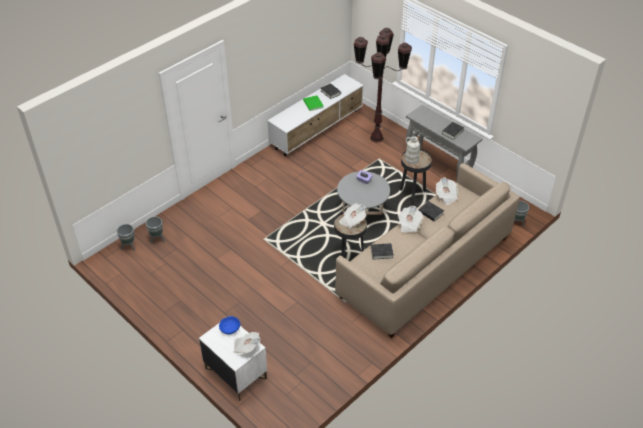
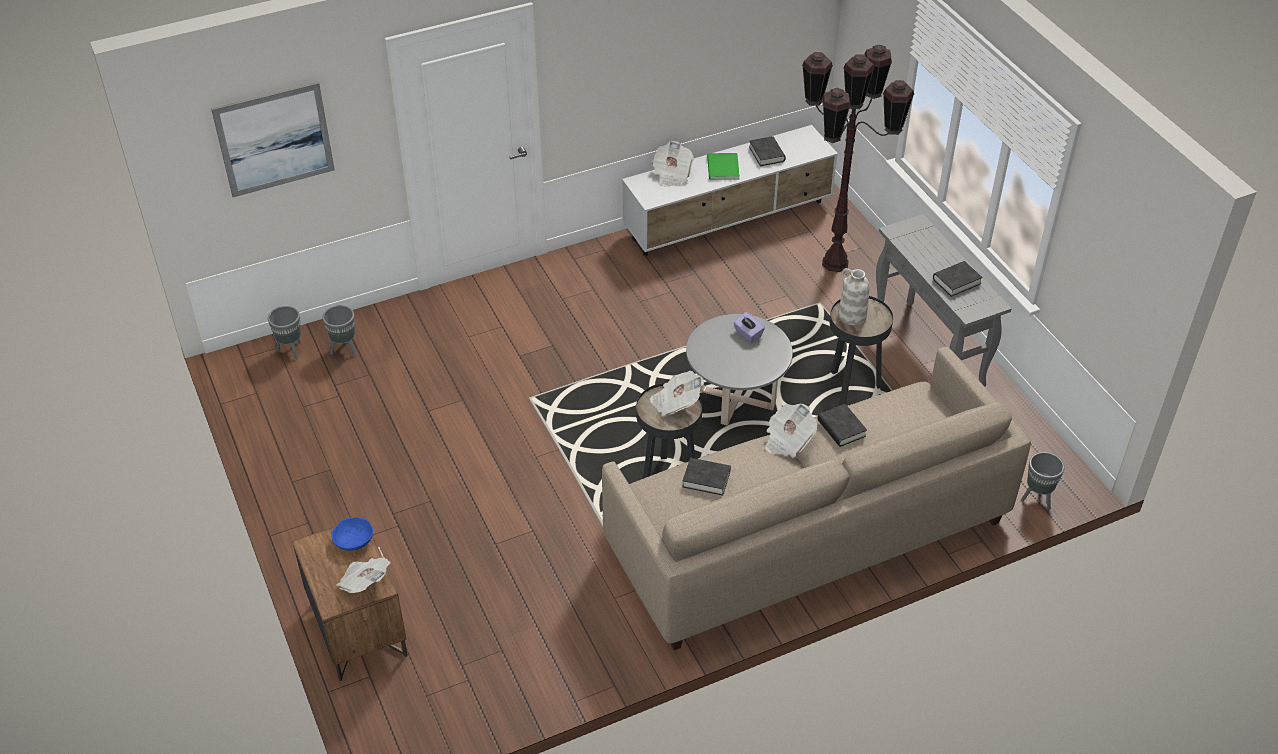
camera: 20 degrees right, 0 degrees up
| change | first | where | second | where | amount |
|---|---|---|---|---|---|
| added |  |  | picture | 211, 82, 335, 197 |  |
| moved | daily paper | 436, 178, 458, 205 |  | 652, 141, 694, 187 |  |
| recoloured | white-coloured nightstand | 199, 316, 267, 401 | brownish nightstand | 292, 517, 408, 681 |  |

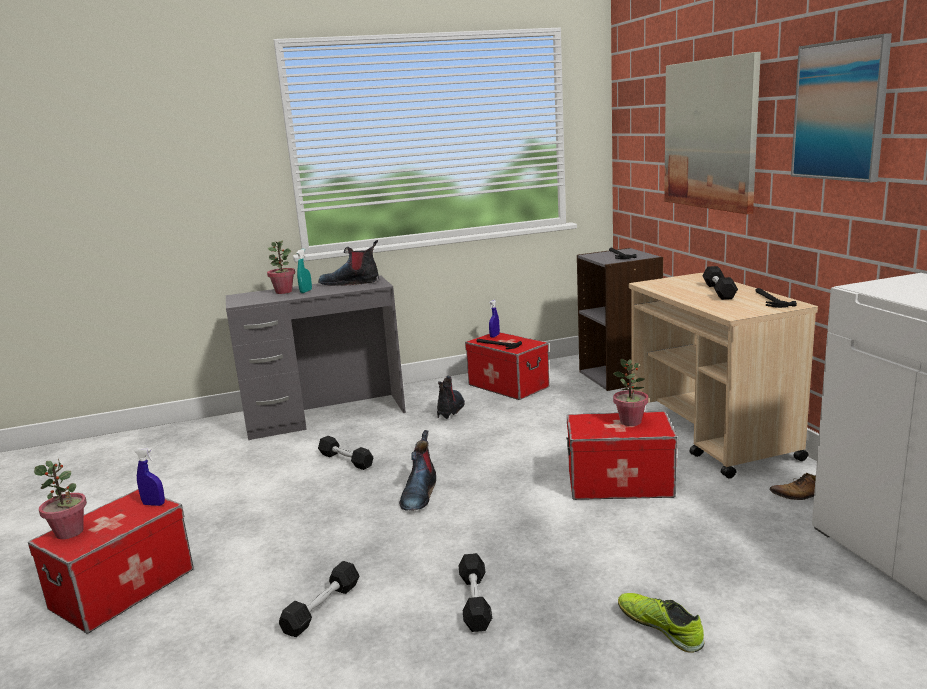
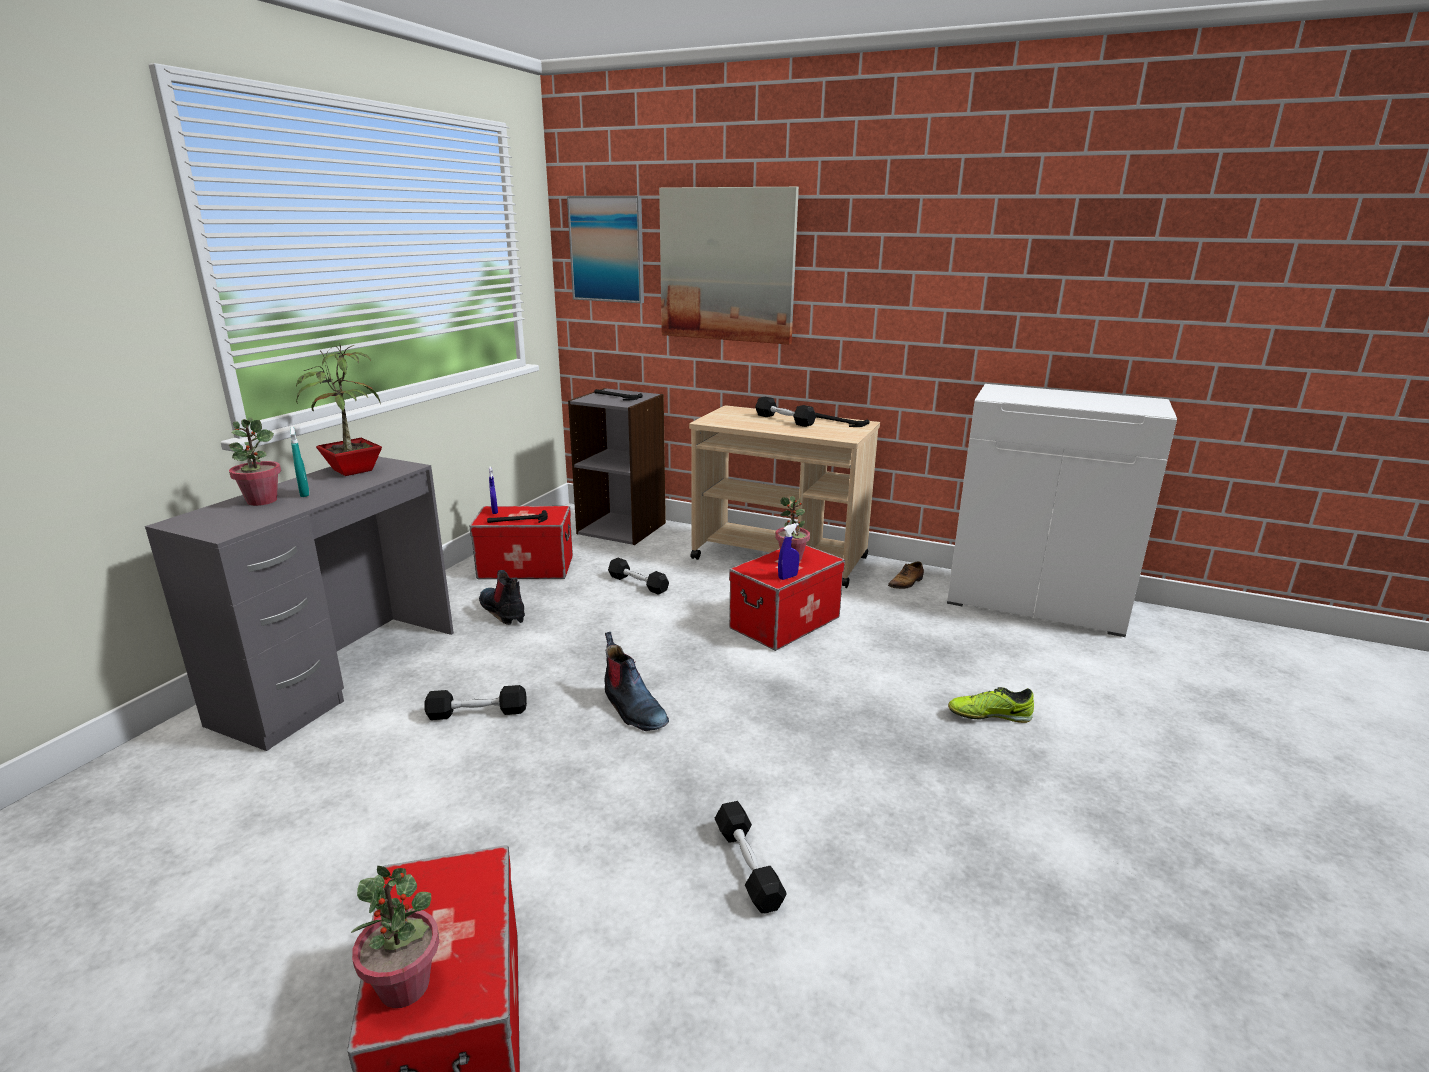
camera: 50 degrees left, 5 degrees up
| change | first | where | second | where | amount |
|---|---|---|---|---|---|
| moved | blue-coloured sprayer | 135, 448, 165, 506 |  | 778, 523, 799, 580 |  |
| moved | black free weight | 459, 553, 492, 632 |  | 608, 558, 669, 595 |  |
| moved | picture | 791, 33, 892, 183 |  | 567, 196, 644, 303 |  |
| replaced | high-top boot | 318, 240, 379, 286 | potted plant | 296, 343, 382, 476 |  |

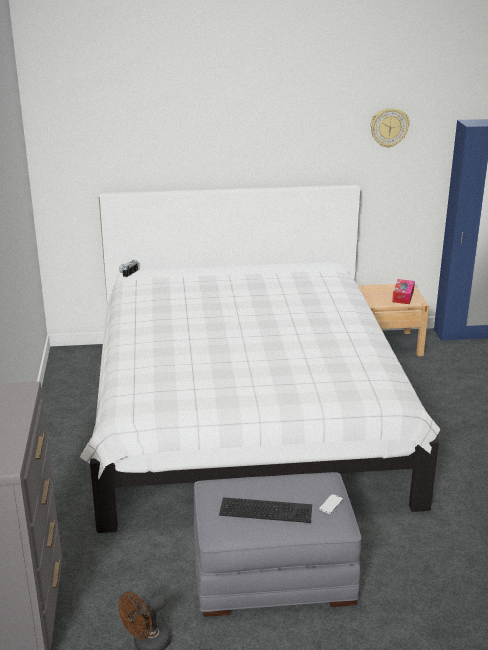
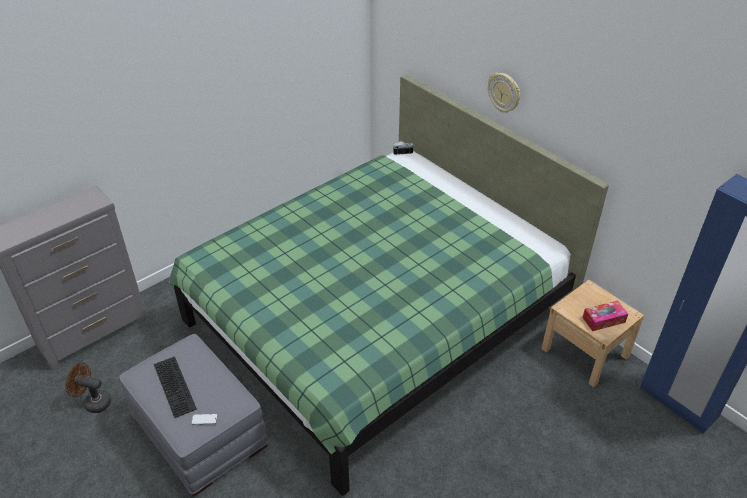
camera: 55 degrees right, 15 degrees up
| change | first | where | second | where | amount |
|---|---|---|---|---|---|
| moved | hanging clock | 370, 108, 409, 148 |  | 488, 73, 520, 113 |  |
| recoloured | white-coloured sleeping bed | 80, 185, 441, 533 | green-coloured sleeping bed | 168, 74, 609, 496 |  |

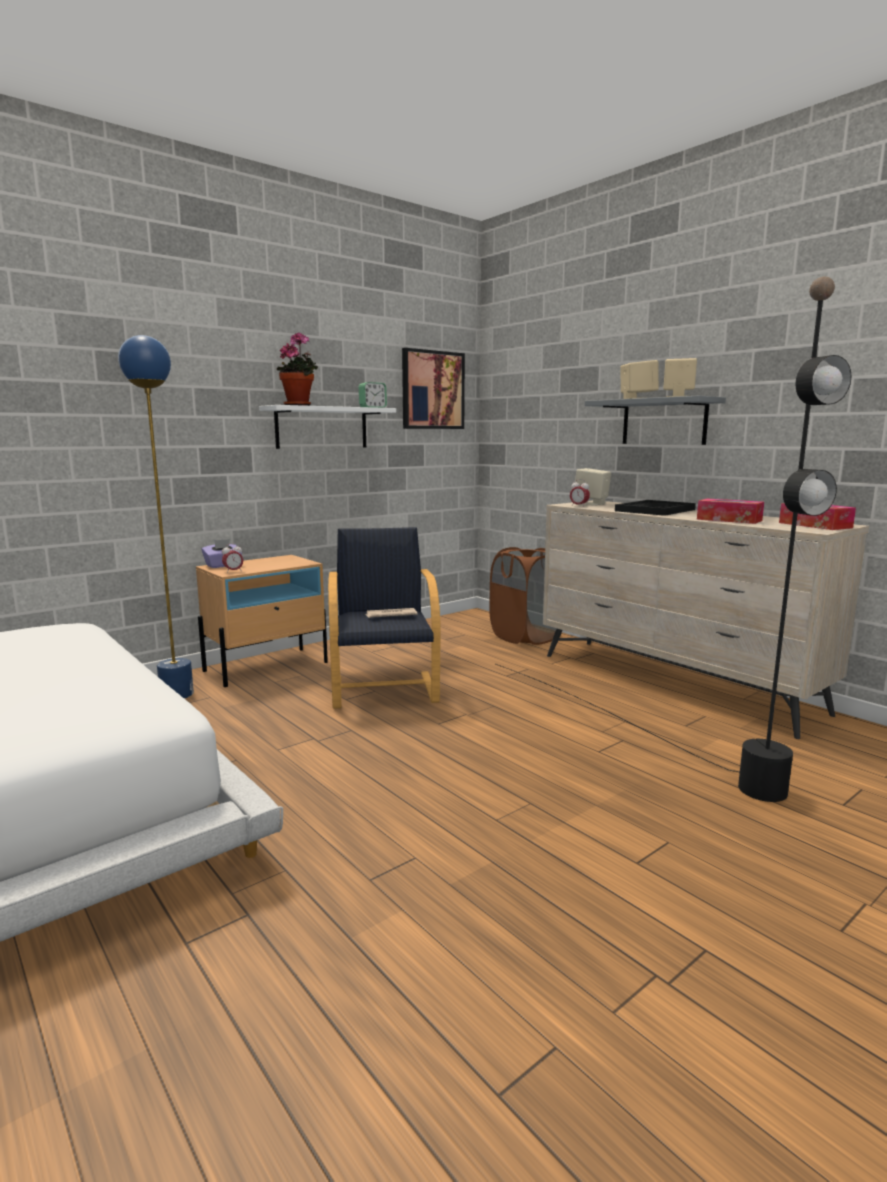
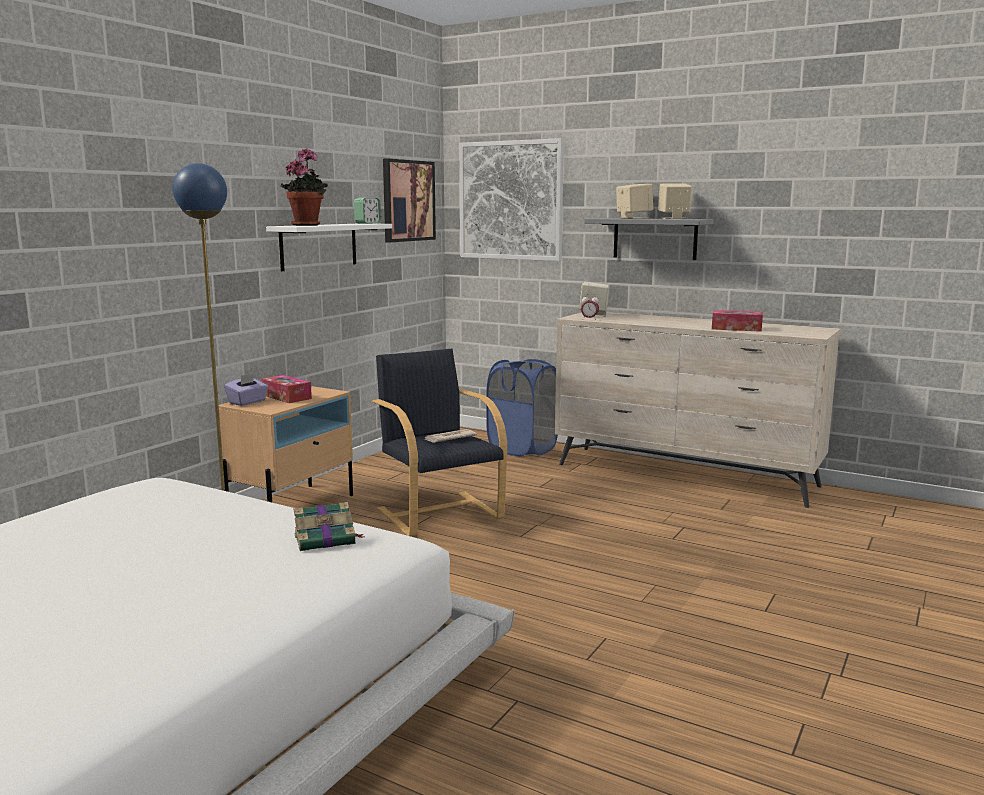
camera: 20 degrees left, 0 degrees up
| change | first | where | second | where | amount |
|---|---|---|---|---|---|
| removed | table clock | 222, 543, 243, 573 |  |  |  |
| removed | black floor lamp | 496, 276, 851, 802 |  |  |  |
| removed | black tray | 615, 500, 696, 516 |  |  |  |
| added |  |  | bound book | 294, 502, 364, 551 |  |
| added |  |  | picture | 459, 138, 564, 261 |  |
| moved | tissue box | 779, 503, 856, 530 |  | 261, 375, 312, 403 |  |
| recoloured | brownish washing basket | 489, 547, 557, 645 | blue-coloured washing basket | 486, 359, 558, 456 |  |

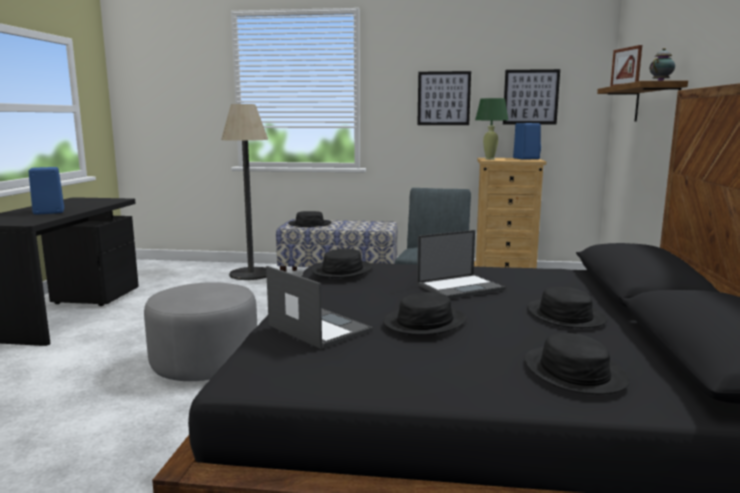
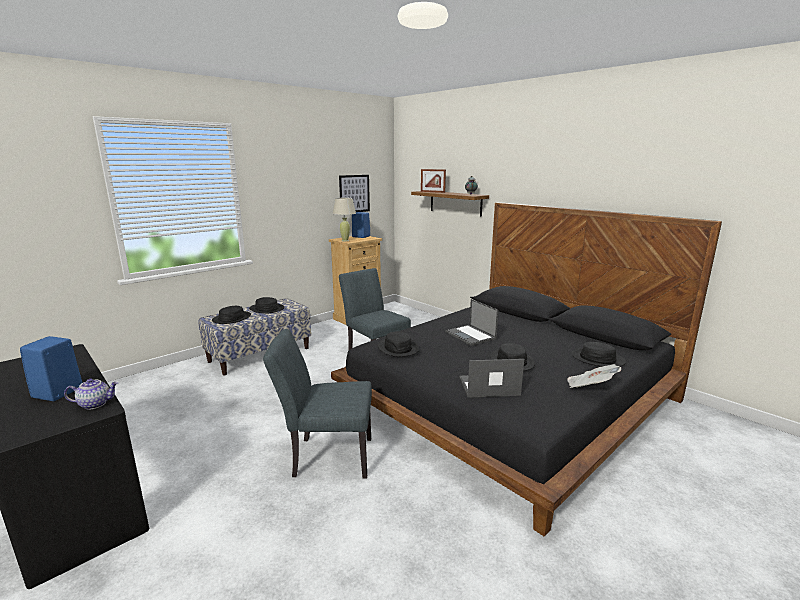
camera: 50 degrees left, 5 degrees up
| change | first | where | second | where | amount |
|---|---|---|---|---|---|
| removed | floor lamp | 221, 104, 268, 280 |  |  |  |
| removed | picture | 417, 71, 471, 125 |  |  |  |
| added |  |  | tea pot | 64, 378, 118, 410 |  |
| added |  |  | daily paper | 567, 364, 621, 388 |  |
| moved | black wearable hat | 527, 287, 607, 328 |  | 249, 297, 284, 313 |  |
| replaced | gray ottoman | 144, 282, 257, 381 | gray plain chair | 263, 329, 372, 479 |  |
| recoloured | green-coloured table lamp | 475, 98, 508, 160 | beige-coloured table lamp | 333, 198, 356, 241 |  |
| turned | notebook computer | 417, 230, 505, 299 |  | 445, 299, 499, 346 | 135 degrees clockwise |

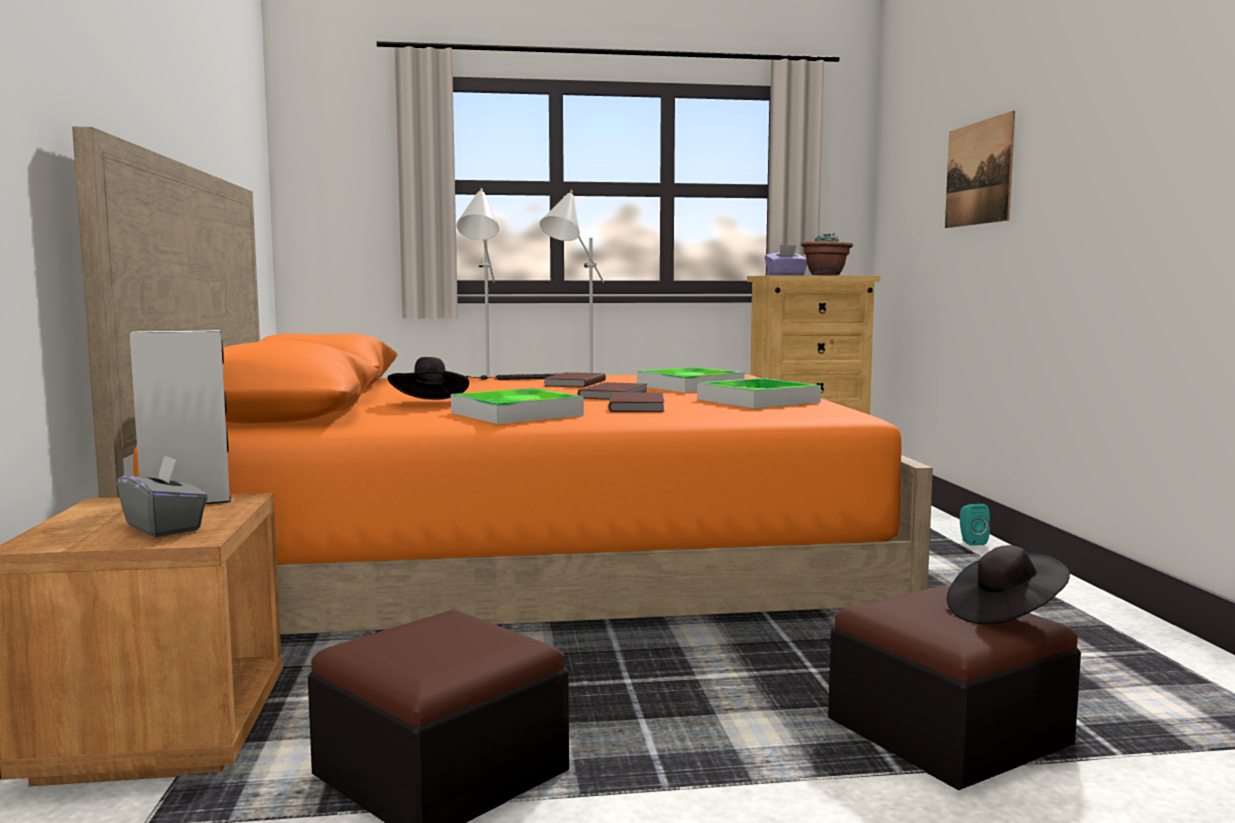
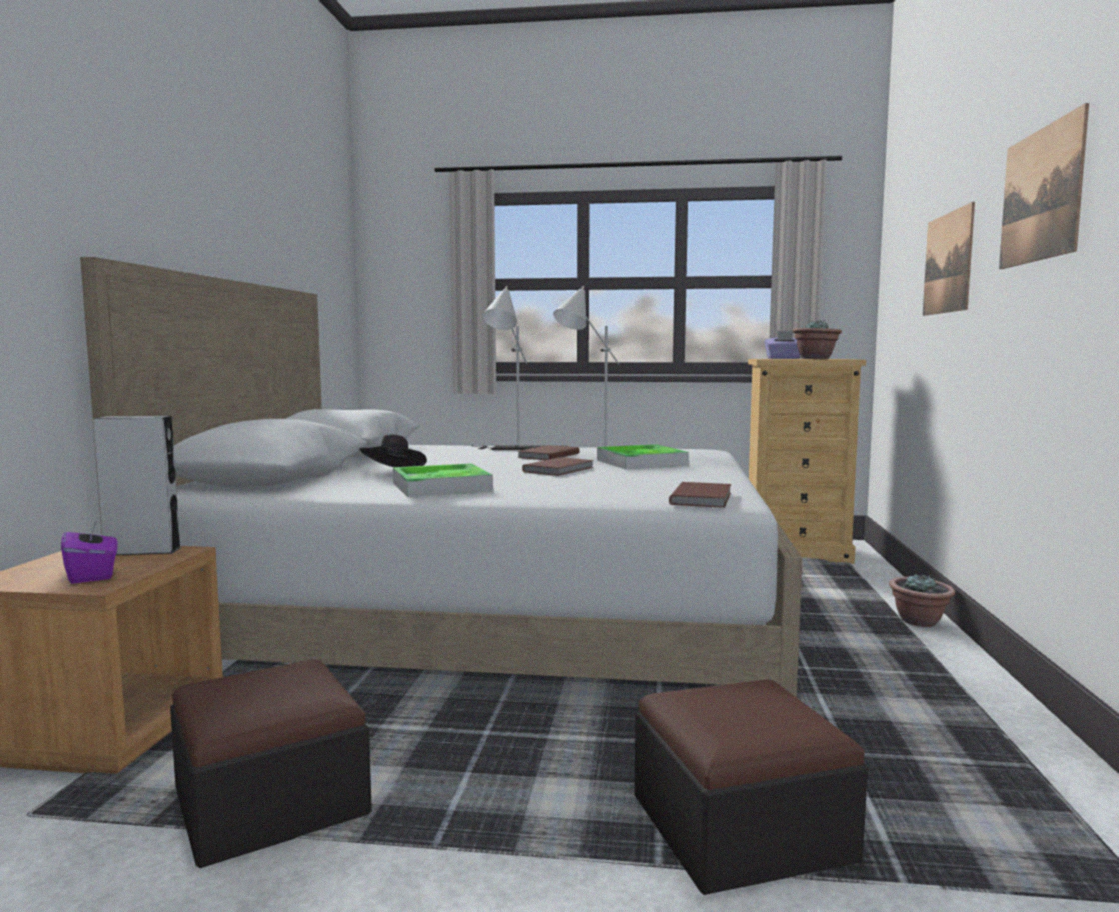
camera: 15 degrees right, 0 degrees up
| change | first | where | second | where | amount |
|---|---|---|---|---|---|
| removed | tray | 697, 378, 821, 409 |  |  |  |
| removed | black wearable hat | 947, 545, 1070, 624 |  |  |  |
| added |  |  | picture | 999, 103, 1089, 269 |  |
| moved | brownish bound book | 609, 392, 665, 412 |  | 669, 482, 731, 508 |  |
| replaced | blue-green audio speaker | 960, 504, 990, 546 | potted plant | 889, 574, 955, 627 |  |
| recoloured | orange-coloured sleeping bed | 72, 126, 933, 635 | white-coloured sleeping bed | 80, 257, 803, 698 |  |
| recoloured | gray tissue box | 117, 455, 208, 537 | purple-coloured tissue box | 61, 518, 118, 584 |  |

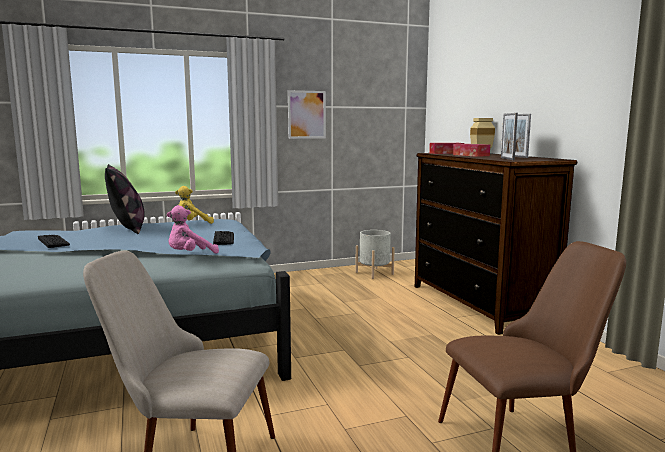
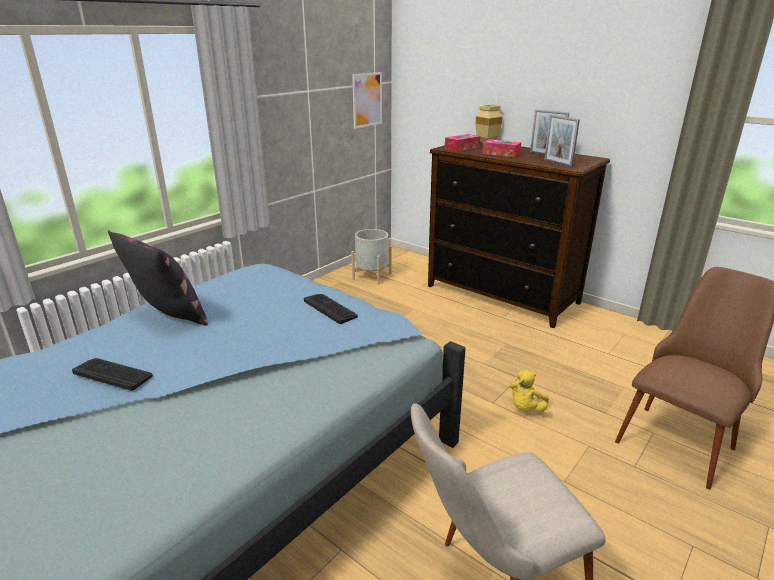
camera: 30 degrees left, 15 degrees up
| change | first | where | second | where | amount |
|---|---|---|---|---|---|
| removed | pinkish plush toy | 167, 205, 219, 254 |  |  |  |
| moved | yellow-coloured plush toy | 175, 186, 214, 224 |  | 510, 370, 549, 412 |  |
| moved | picture | 288, 90, 326, 139 |  | 352, 72, 382, 129 |  |

